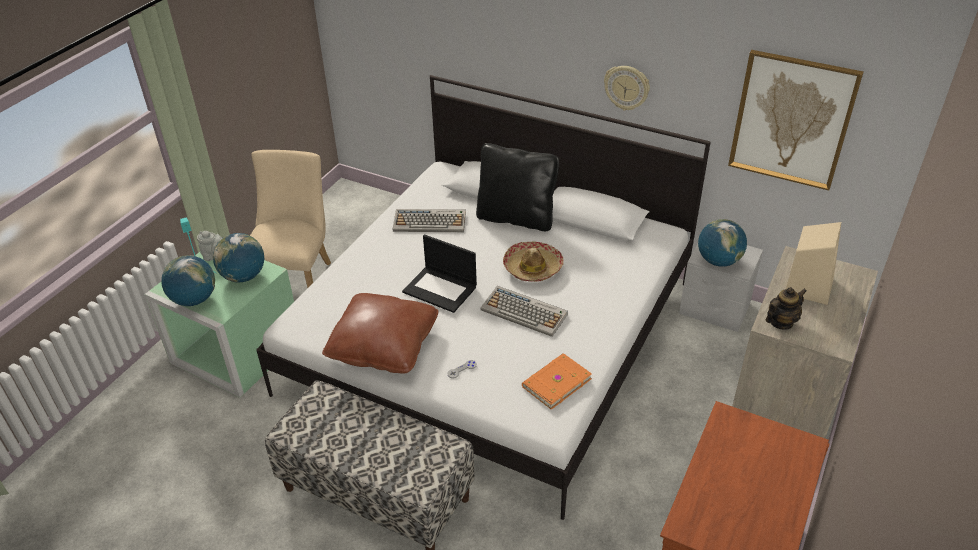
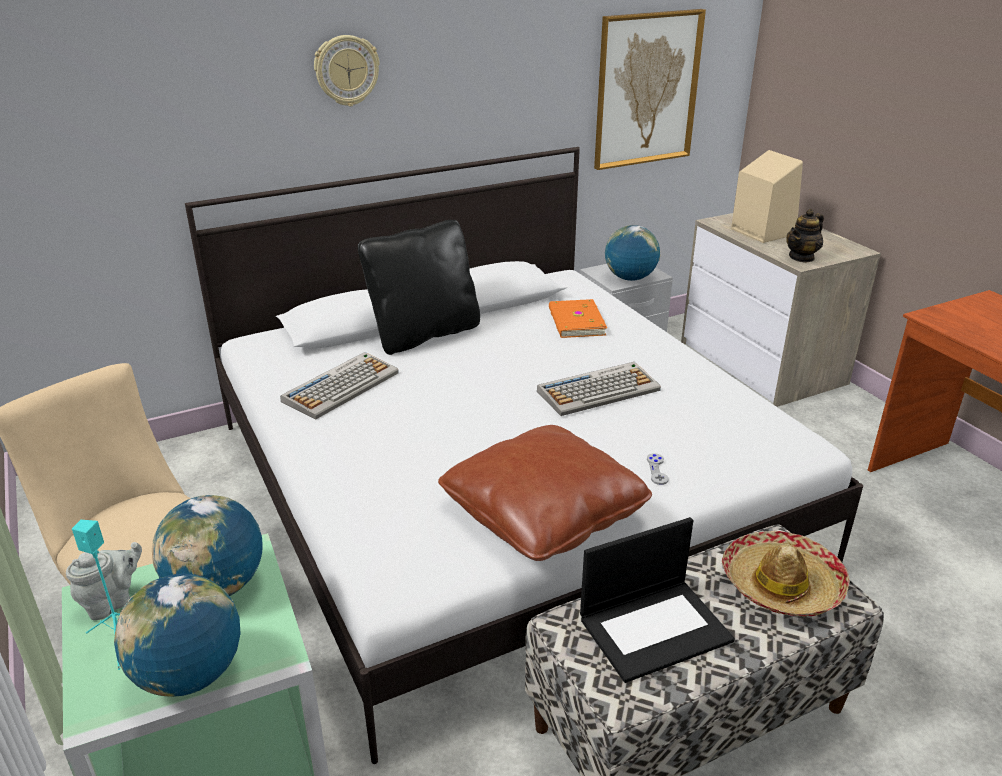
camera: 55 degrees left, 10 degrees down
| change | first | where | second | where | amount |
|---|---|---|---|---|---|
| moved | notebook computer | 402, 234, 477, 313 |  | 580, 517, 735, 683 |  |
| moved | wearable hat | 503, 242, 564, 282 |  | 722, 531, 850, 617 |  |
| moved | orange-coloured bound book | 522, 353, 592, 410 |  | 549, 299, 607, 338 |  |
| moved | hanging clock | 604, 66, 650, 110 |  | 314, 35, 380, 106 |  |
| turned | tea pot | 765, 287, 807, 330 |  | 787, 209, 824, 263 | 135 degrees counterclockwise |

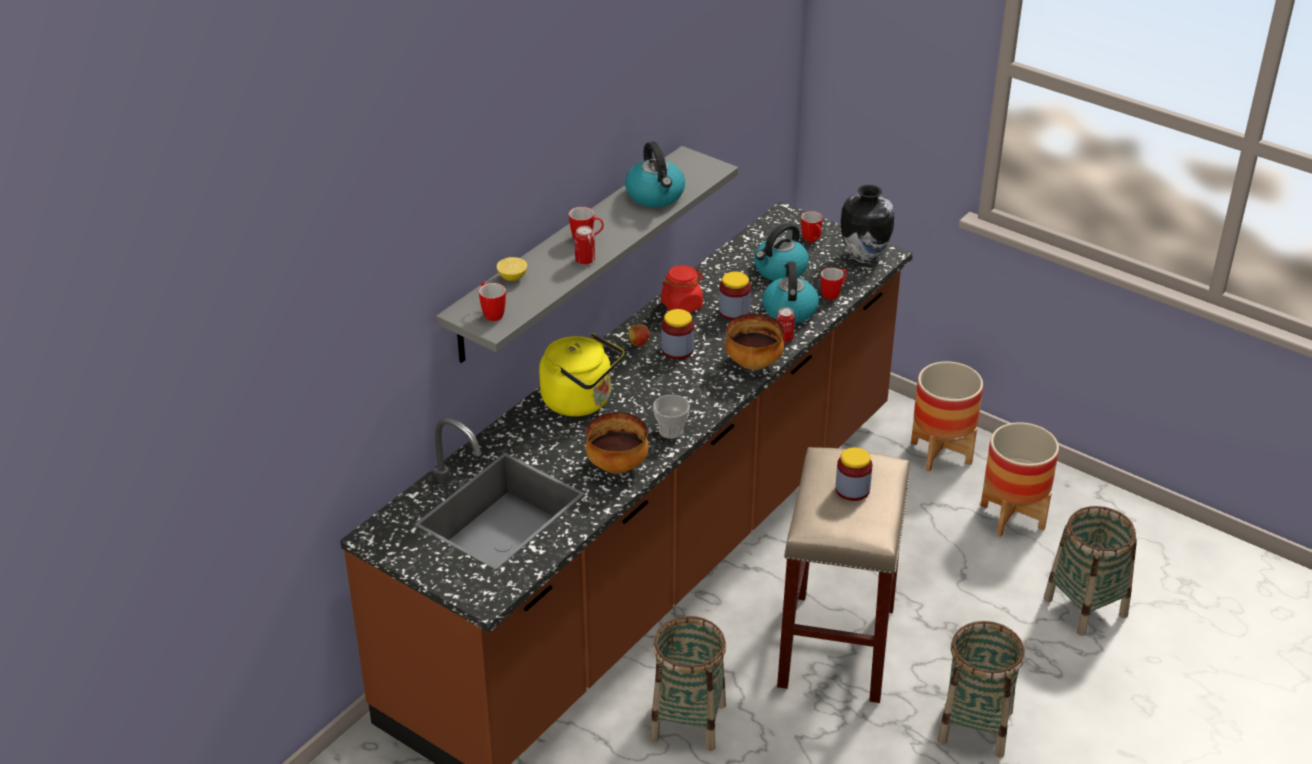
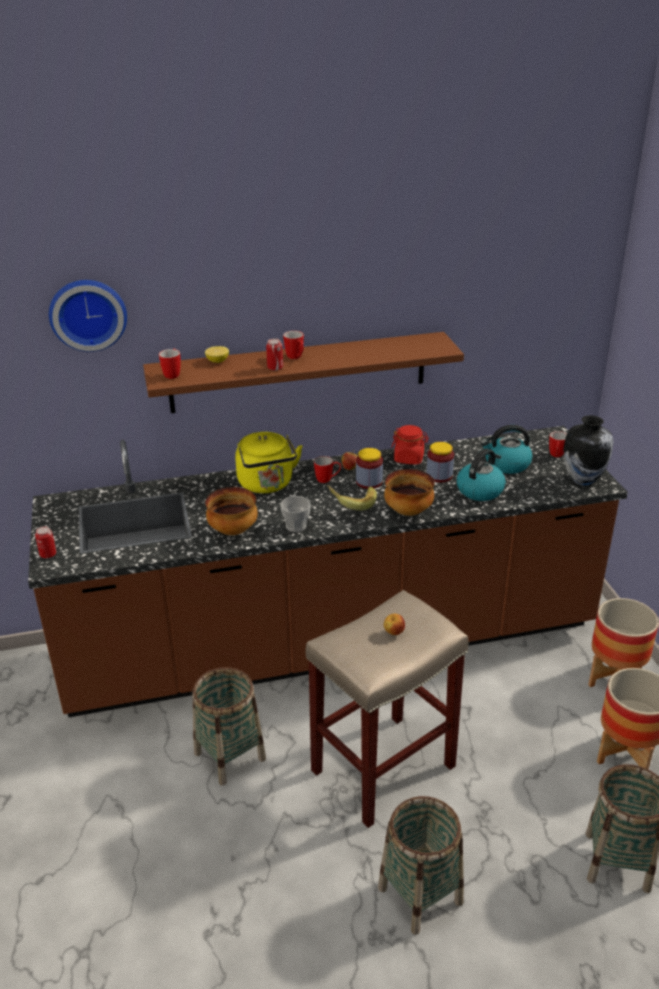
camera: 40 degrees right, 5 degrees down
| change | first | where | second | where | amount |
|---|---|---|---|---|---|
| removed | kettle | 625, 141, 685, 207 |  |  |  |
| added |  |  | hanging clock | 49, 280, 127, 352 |  |
| added |  |  | whole banana | 326, 485, 377, 511 |  |
| moved | sealed can | 777, 307, 795, 342 |  | 35, 526, 57, 558 |  |
| moved | tea mug | 821, 268, 848, 300 |  | 314, 456, 341, 483 |  |
| replaced | storage jar | 835, 447, 872, 501 | apple | 384, 614, 405, 635 |  |
| recoloured | gray bracket shelf | 436, 146, 738, 363 | brownish bracket shelf | 143, 332, 464, 413 |  |

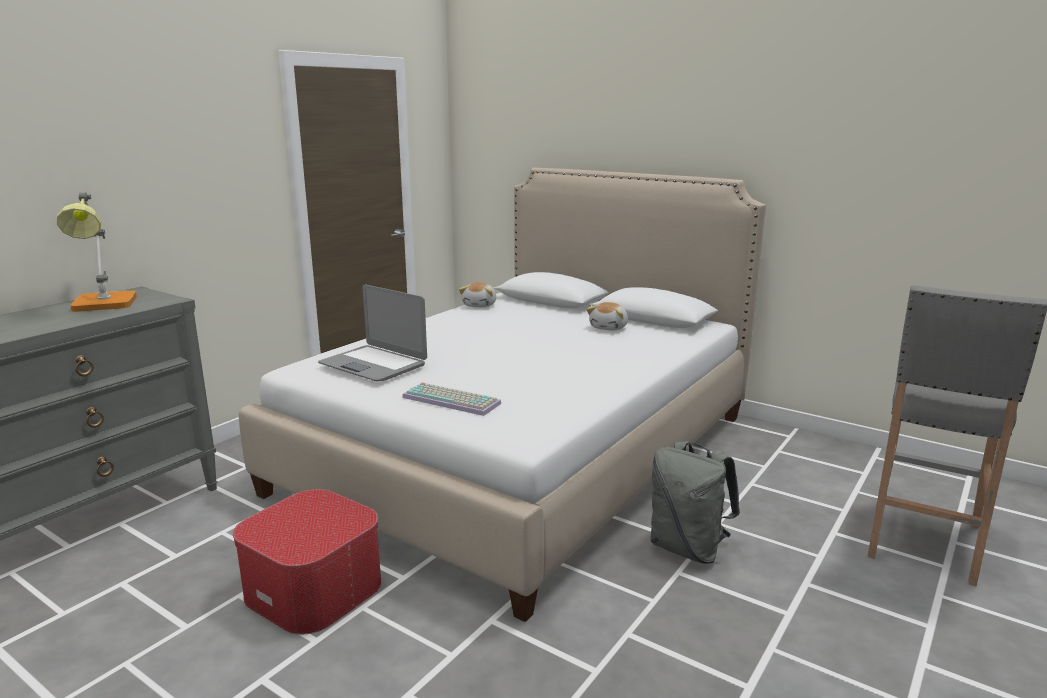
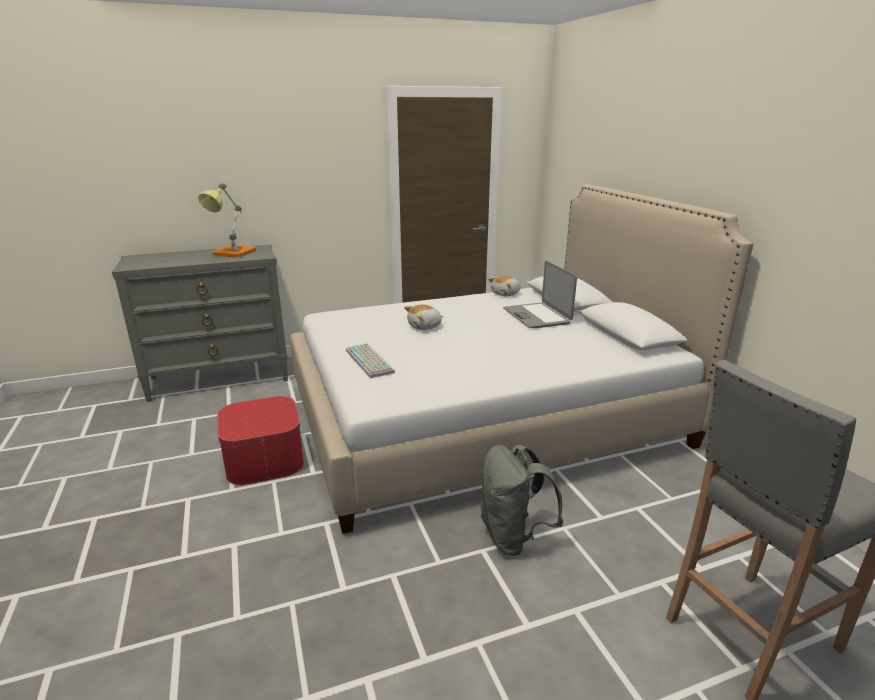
camera: 35 degrees right, 5 degrees up
| change | first | where | second | where | amount |
|---|---|---|---|---|---|
| moved | notebook computer | 318, 285, 427, 382 |  | 503, 261, 577, 328 |  |
| moved | plush toy | 586, 302, 628, 331 |  | 404, 304, 443, 330 |  |

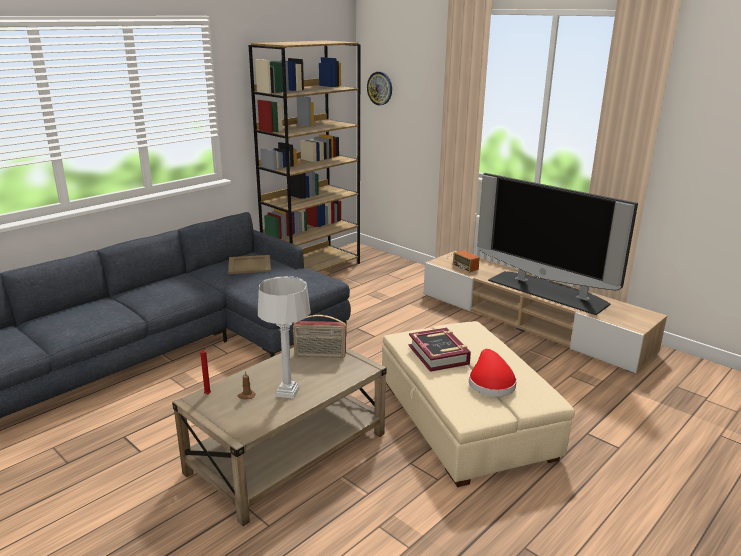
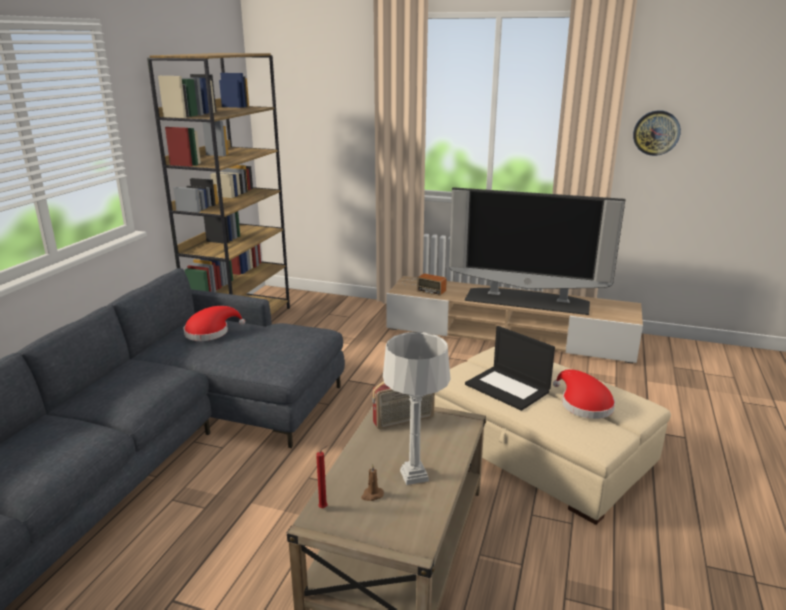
camera: 25 degrees left, 0 degrees up
| change | first | where | second | where | amount |
|---|---|---|---|---|---|
| moved | hanging clock | 367, 72, 392, 105 |  | 633, 110, 681, 156 |  |
| replaced | beige-coloured tray | 228, 255, 271, 274 | red-coloured wearable hat | 184, 306, 245, 341 |  |
| replaced | bound book | 409, 327, 471, 372 | notebook computer | 465, 326, 555, 411 |  |

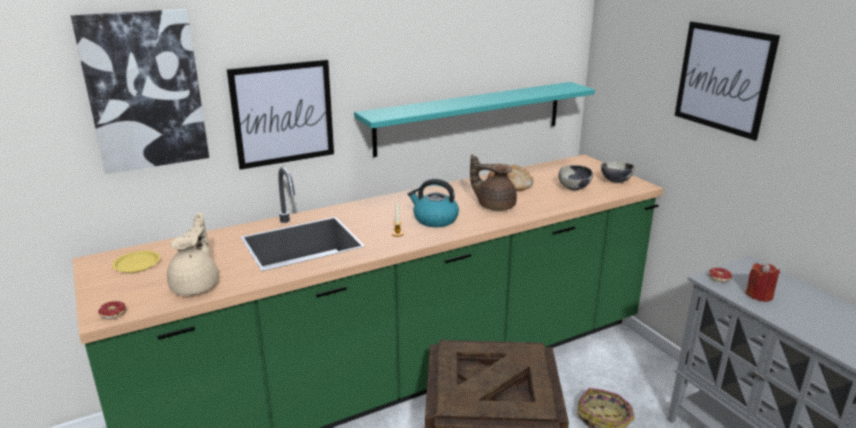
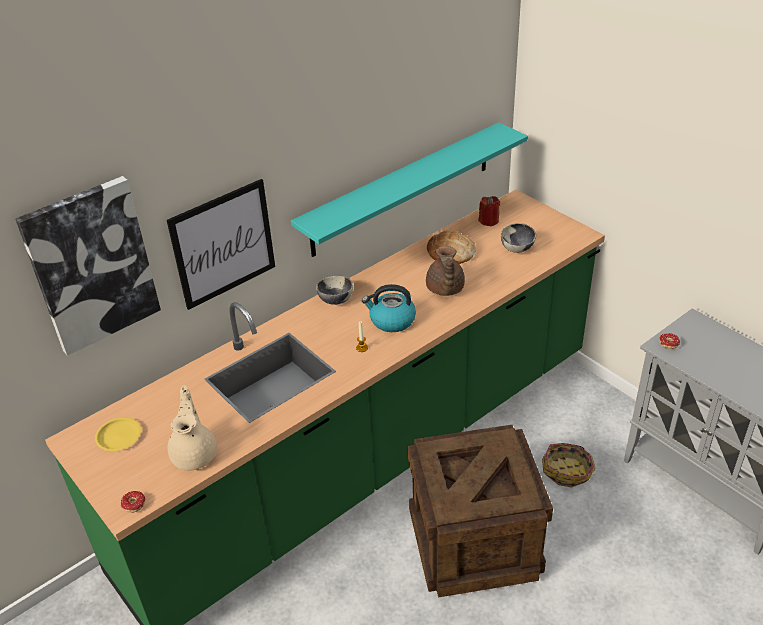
camera: 10 degrees left, 15 degrees up
| change | first | where | second | where | amount |
|---|---|---|---|---|---|
| removed | picture | 675, 21, 780, 141 |  |  |  |
| moved | deep dish | 601, 162, 635, 183 |  | 316, 276, 353, 305 |  |
| moved | red-coloured wax light | 745, 263, 780, 302 |  | 479, 196, 500, 226 |  |
| turned | brownish tea pot | 470, 154, 517, 211 |  | 426, 246, 465, 296 | 105 degrees counterclockwise |

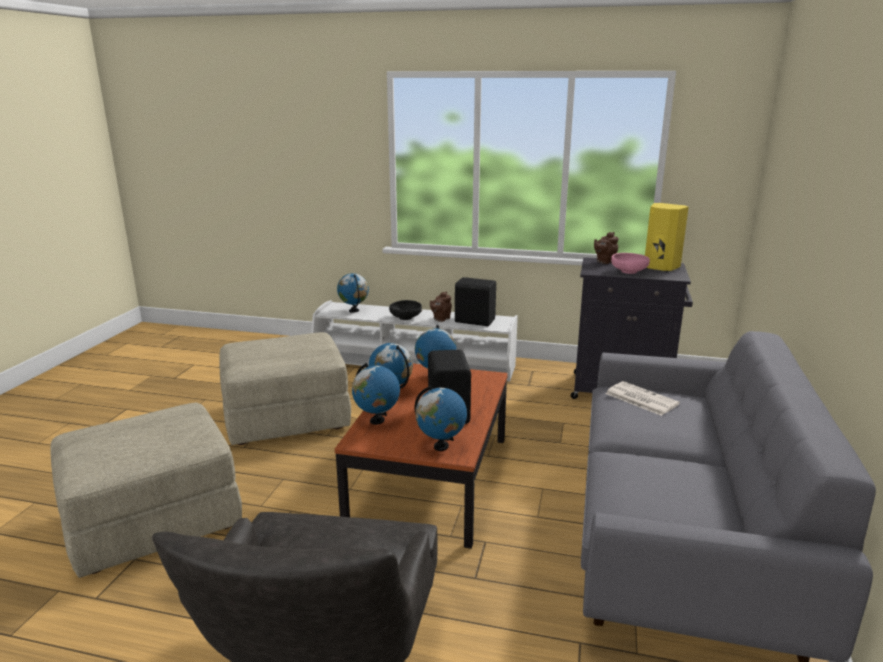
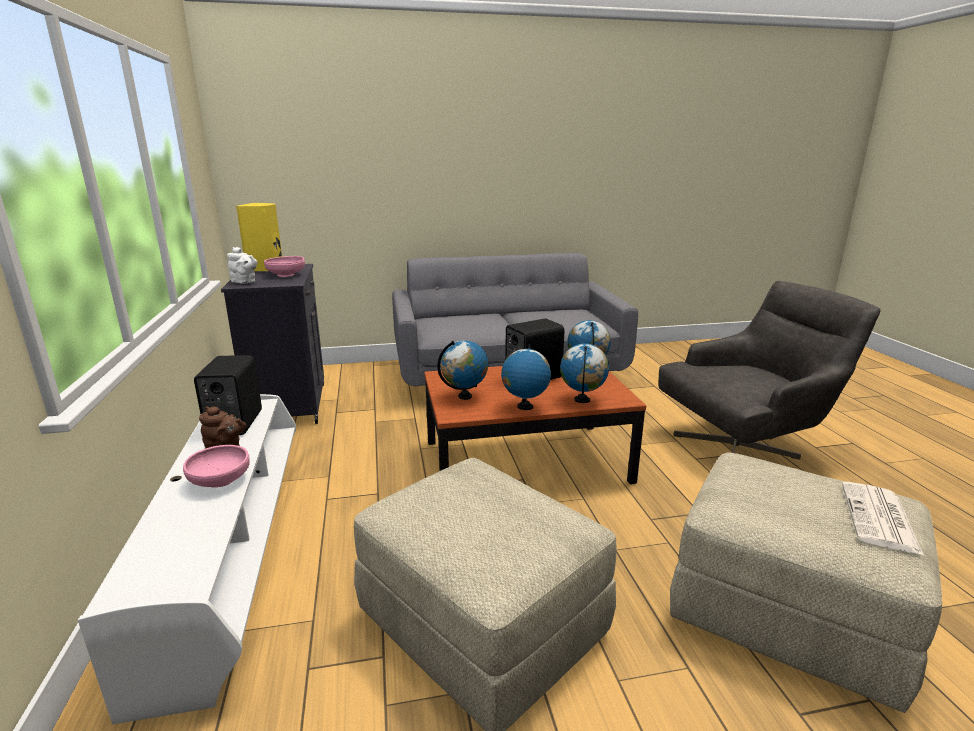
camera: 115 degrees left, 0 degrees up
| change | first | where | second | where | amount |
|---|---|---|---|---|---|
| removed | globe | 337, 273, 369, 313 |  |  |  |
| moved | daily paper | 605, 381, 680, 416 |  | 842, 482, 924, 555 |  |
| recoloured | black deep dish | 389, 300, 422, 320 | pinkish deep dish | 183, 445, 250, 488 |  |
| recoloured | brownish tea pot | 594, 232, 619, 264 | white-coloured tea pot | 227, 247, 257, 284 |  |

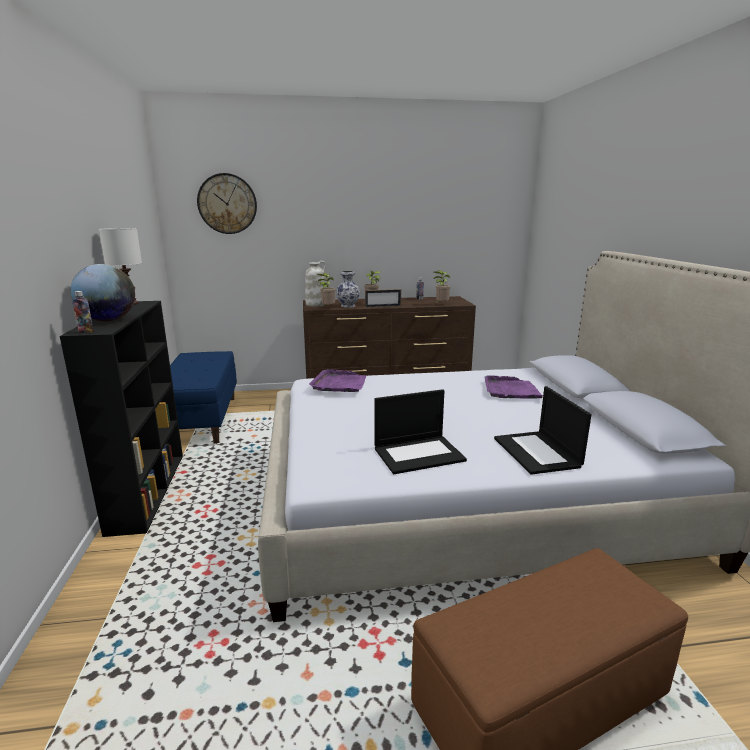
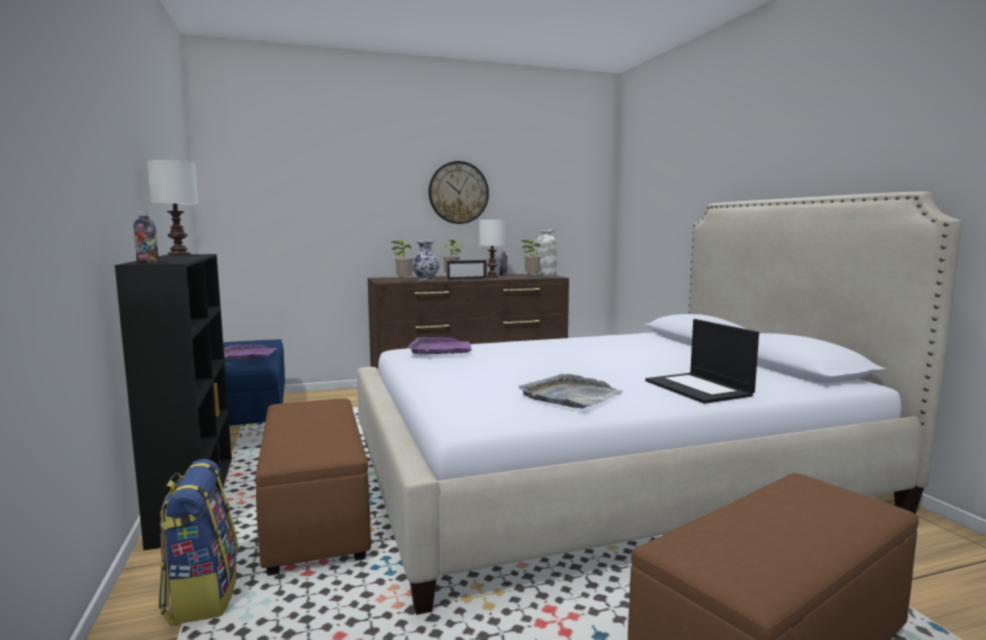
camera: 10 degrees left, 10 degrees down
| change | first | where | second | where | amount |
|---|---|---|---|---|---|
| removed | globe | 71, 264, 135, 321 |  |  |  |
| added |  |  | backpack | 158, 459, 239, 624 |  |
| added |  |  | brownish ottoman | 255, 398, 371, 576 |  |
| added |  |  | white-coloured table lamp | 479, 219, 506, 278 |  |
| moved | hanging clock | 197, 173, 257, 234 |  | 429, 161, 489, 224 |  |
| moved | white-coloured flower vase | 305, 261, 326, 306 |  | 534, 229, 557, 277 |  |
| moved | purple-coloured tray | 485, 375, 543, 399 |  | 224, 344, 277, 360 |  |
| replaced | notebook computer | 375, 389, 467, 474 | gray tray | 519, 374, 624, 409 |  |

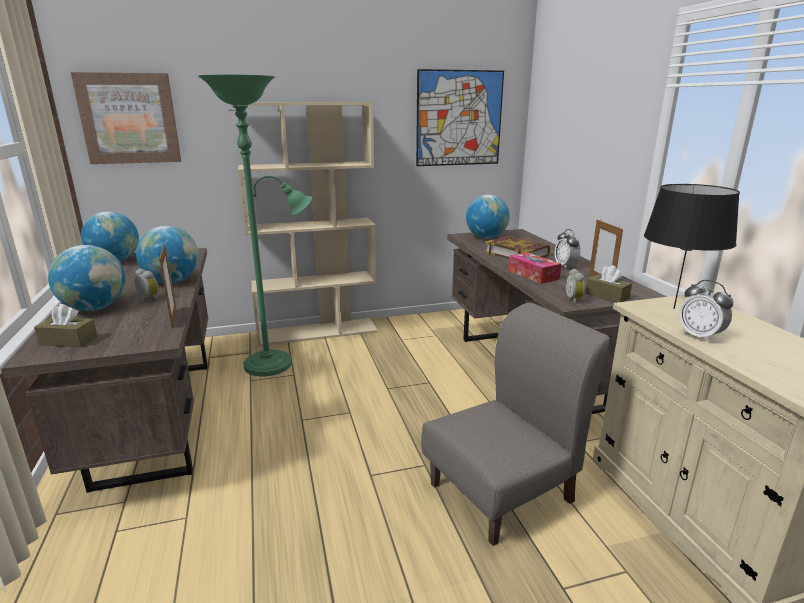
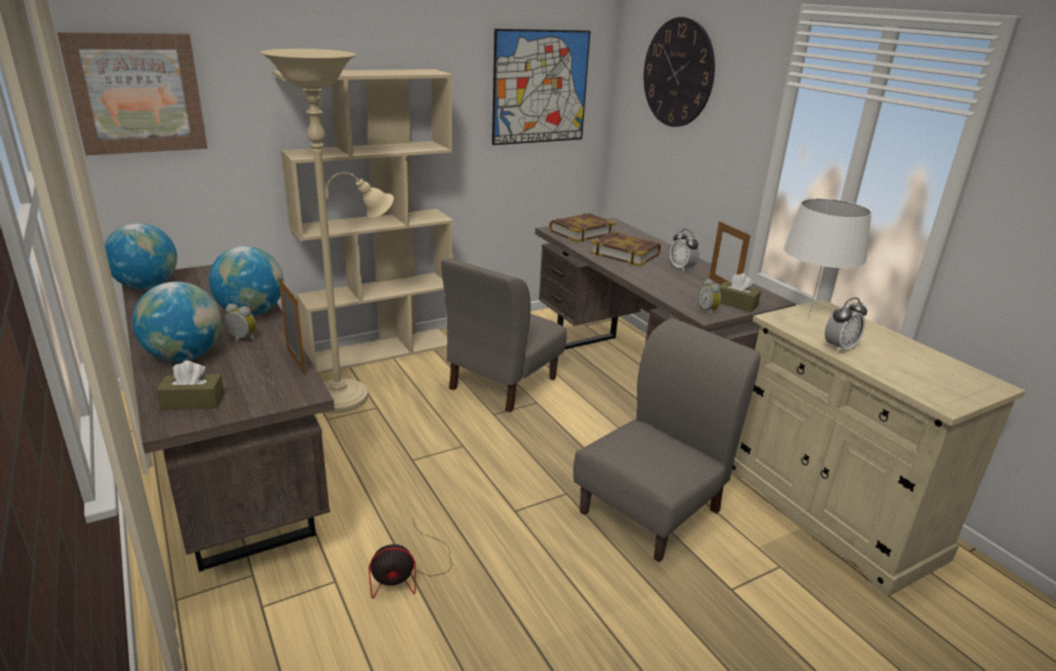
camera: 15 degrees left, 5 degrees up
| change | first | where | second | where | amount |
|---|---|---|---|---|---|
| removed | tissue box | 508, 252, 561, 284 |  |  |  |
| added |  |  | fan | 369, 518, 452, 599 |  |
| added |  |  | gray plain chair | 441, 258, 567, 412 |  |
| added |  |  | hanging clock | 644, 17, 715, 127 |  |
| replaced | globe | 466, 195, 510, 239 | bound book | 549, 213, 616, 242 |  |
| recoloured | green-coloured floor lamp | 198, 74, 312, 377 | beige-coloured floor lamp | 260, 49, 394, 413 |  |
| recoloured | black table lamp | 644, 184, 740, 309 | white-coloured table lamp | 783, 199, 872, 319 |  |
| turned | table clock | 679, 280, 733, 343 |  | 825, 298, 867, 353 | 75 degrees counterclockwise |

